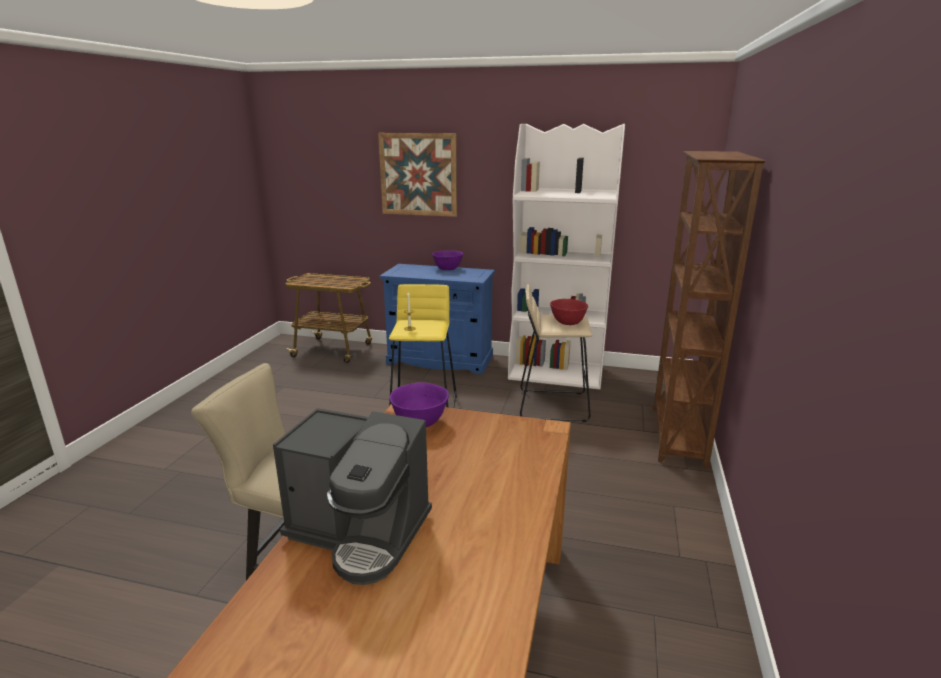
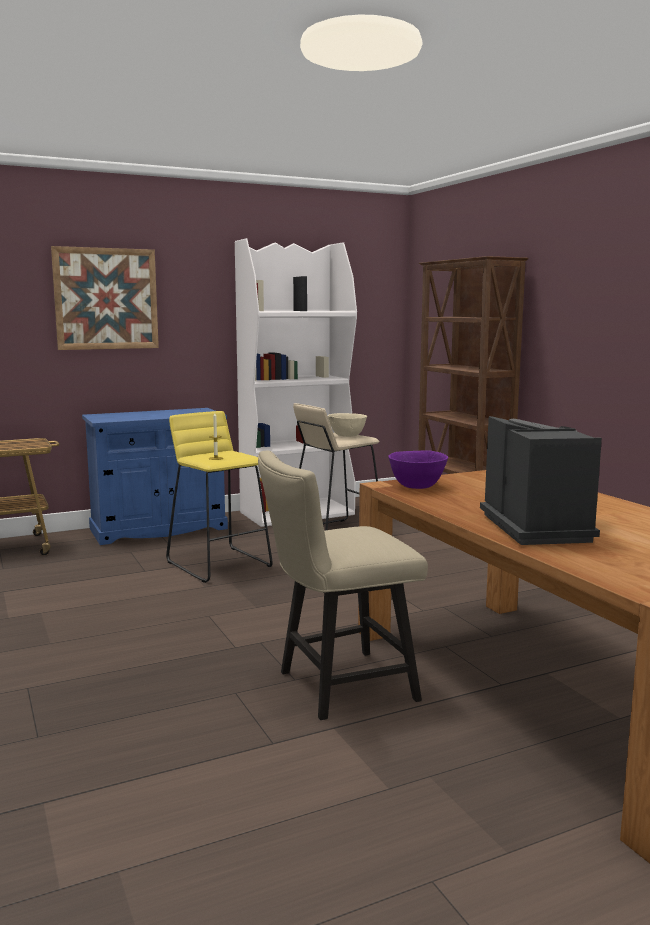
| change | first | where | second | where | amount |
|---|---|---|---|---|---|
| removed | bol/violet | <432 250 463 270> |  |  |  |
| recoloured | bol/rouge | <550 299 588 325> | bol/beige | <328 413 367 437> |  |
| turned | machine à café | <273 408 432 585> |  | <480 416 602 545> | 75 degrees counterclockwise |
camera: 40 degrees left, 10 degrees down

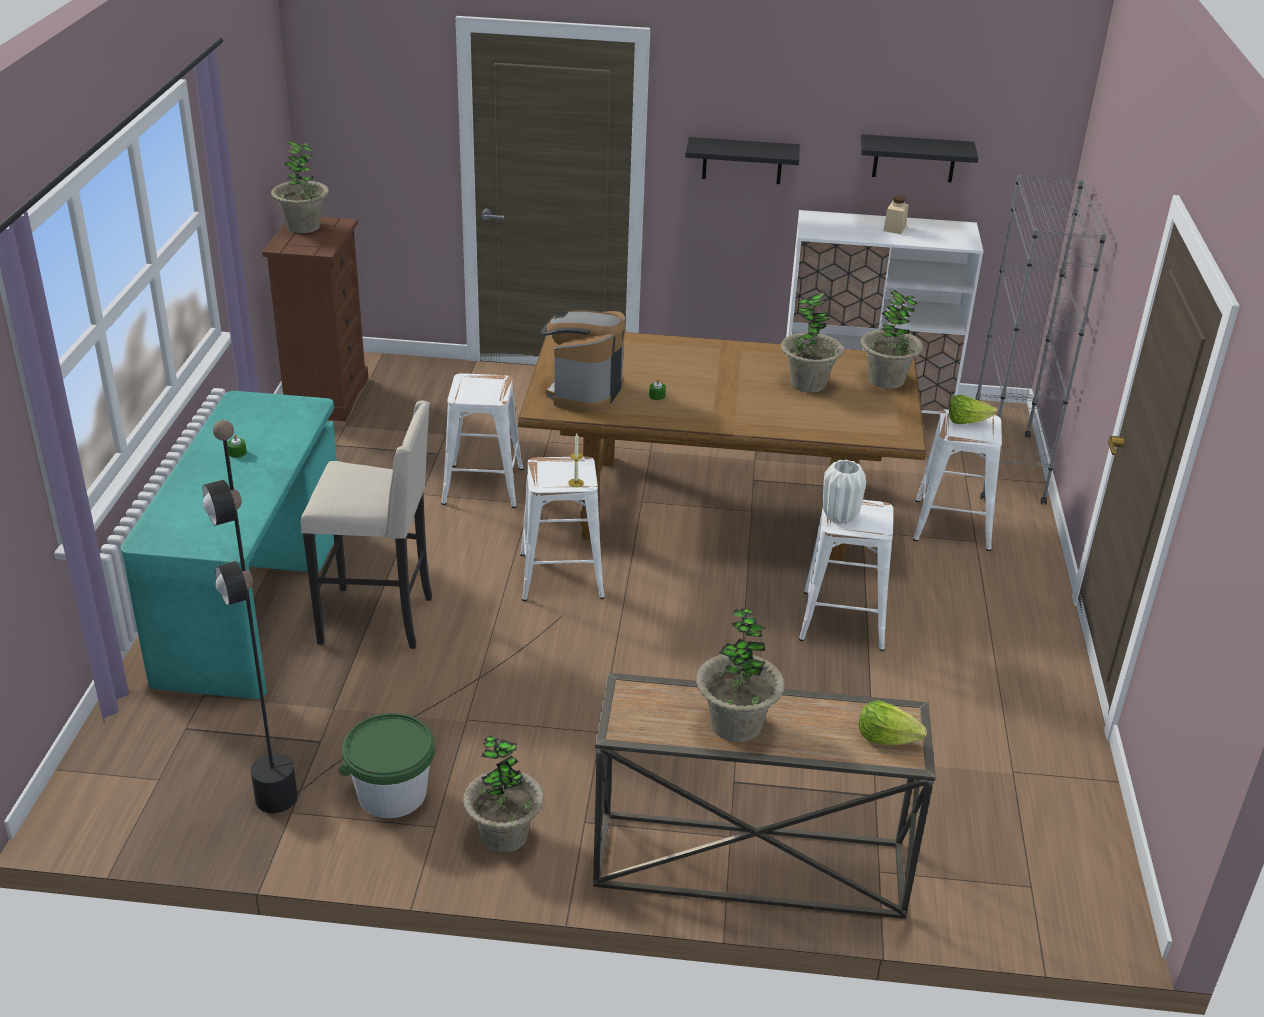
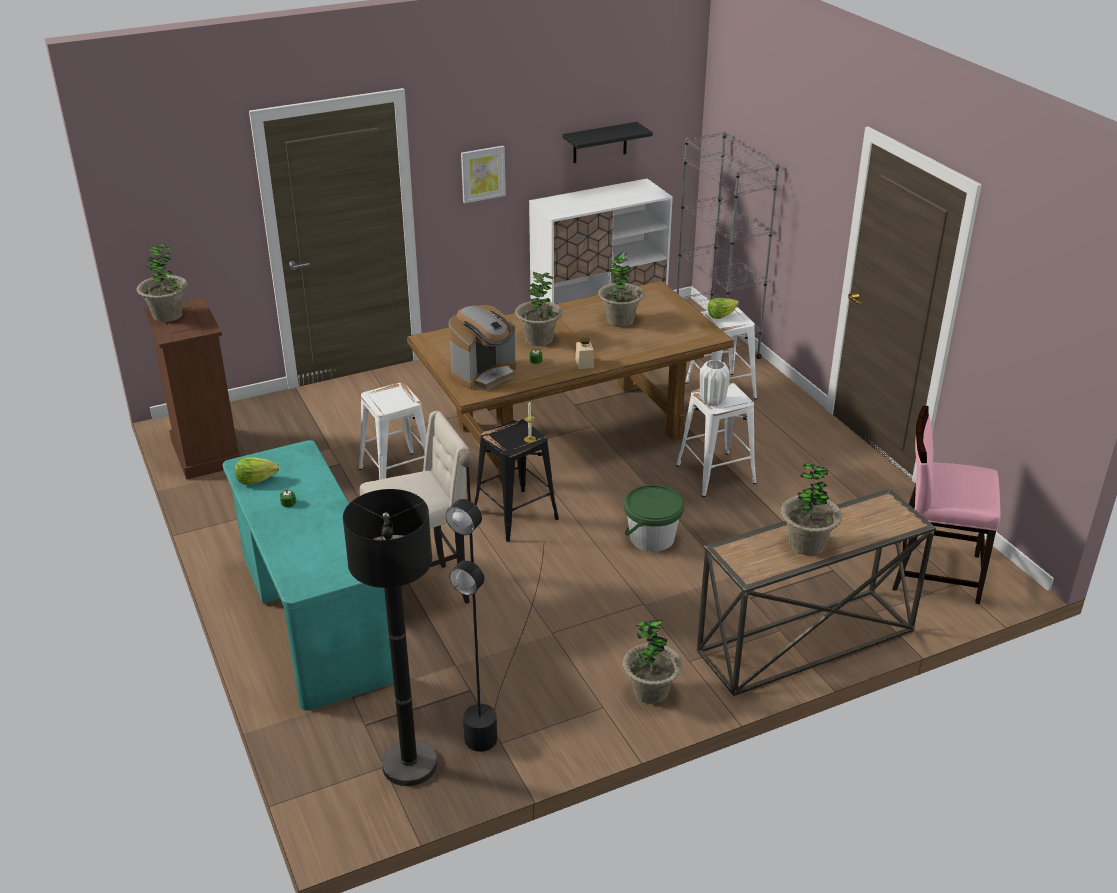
| change | first | where | second | where | amount |
|---|---|---|---|---|---|
| added |  |  | lampadaire/noir | <343 489 437 786> |  |
| added |  |  | chaise/rose | <892 406 1000 604> |  |
| moved | seau/vert | <338 713 435 818> |  | <624 485 684 552> |  |
| moved | laitue | <859 700 927 745> |  | <235 457 279 485> |  |
| moved | plante en pot | <860 290 923 389> |  | <515 272 563 346> |  |
| moved | bocal/beige | <883 196 909 234> |  | <575 337 594 369> |  |
| replaced | étagère/noir | <685 137 800 184> | tableau | <461 146 506 203> |  |
| recoloured | tabouret/blanc | <520 456 605 601> | tabouret/noir | <474 419 559 542> |  |
| turned | machine à café | <541 310 625 412> |  | <448 305 516 390> | 120 degrees counterclockwise |
camera: 30 degrees left, 0 degrees up

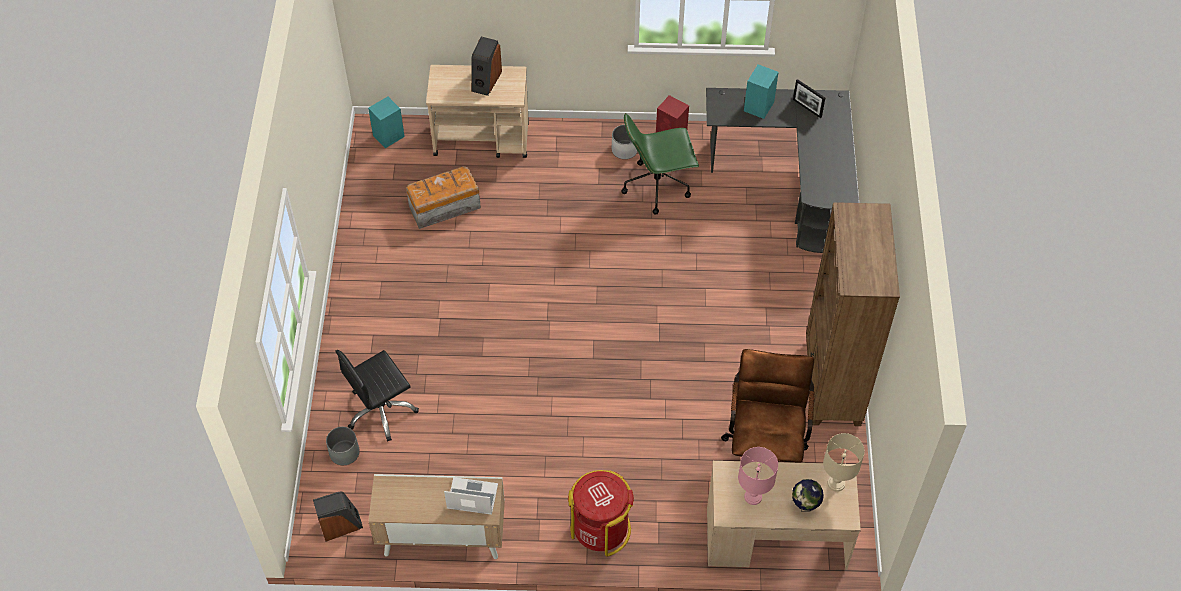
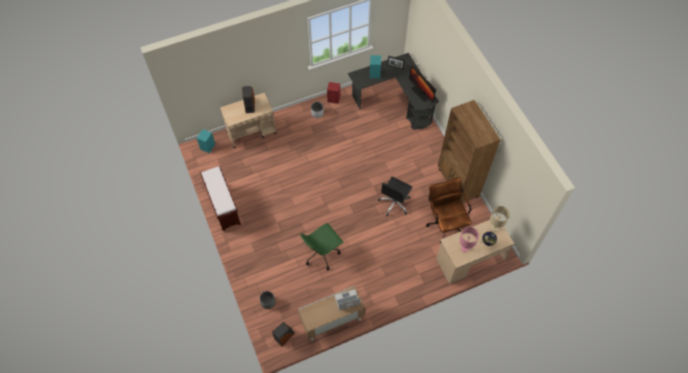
| change | first | where | second | where | amount |
|---|---|---|---|---|---|
| removed | boîte de rangement | <406 166 481 229> |  |  |  |
| removed | poubelle/rouge | <568 470 634 556> |  |  |  |
| added |  |  | banc/marron | <200 166 241 231> |  |
| added |  |  | écran d'ordinateur | <409 65 436 103> |  |
| moved | chaise de bureau/noir | <335 350 419 442> |  | <378 177 412 216> |  |
| moved | chaise de bureau/vert | <621 113 699 215> |  | <300 223 344 270> |  |
camera: 25 degrees left, 5 degrees up

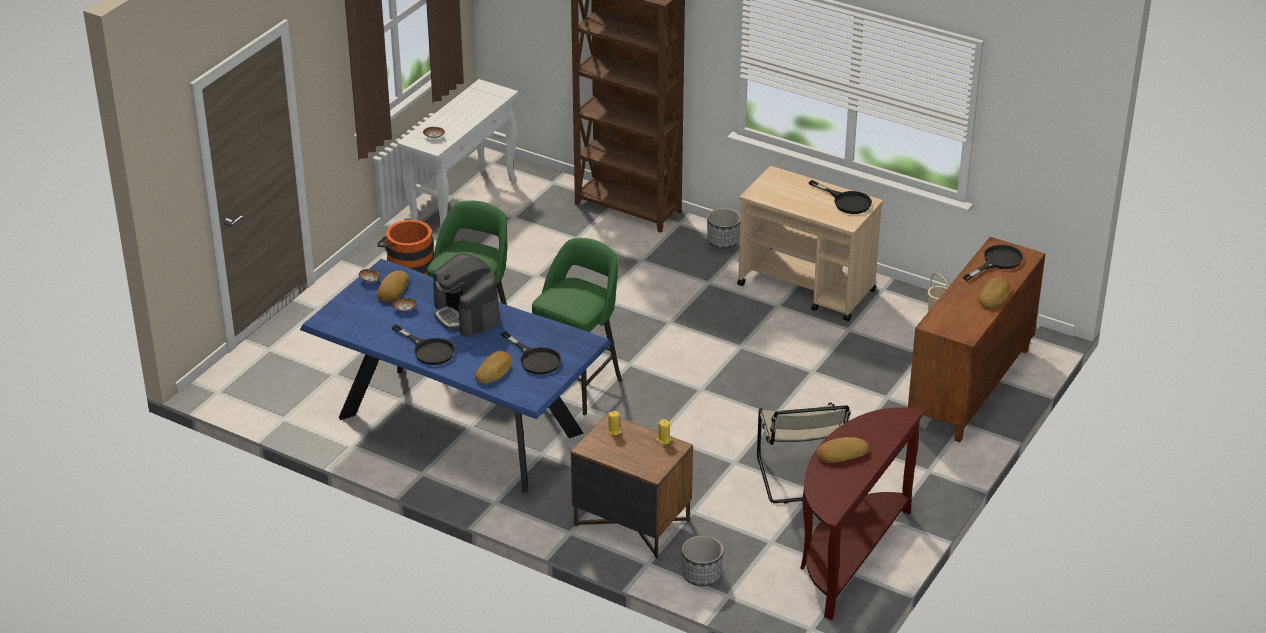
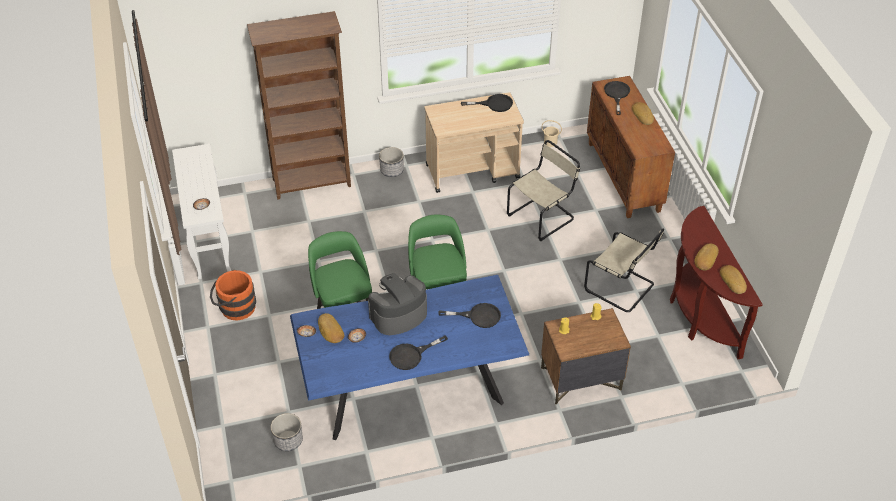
| change | first | where | second | where | amount |
|---|---|---|---|---|---|
| added |  |  | chaise/beige | <507 140 580 241> |  |
| moved | pain | <475 351 512 384> |  | <720 265 747 294> |  |
| moved | cache-pot | <682 535 723 586> |  | <271 413 303 451> |  |
| turned | poêle/noir | <392 324 455 365> |  | <389 336 448 370> | 150 degrees clockwise |
| turned | machine à café | <433 254 500 337> |  | <368 273 427 335> | 135 degrees clockwise |
camera: 45 degrees left, 10 degrees up

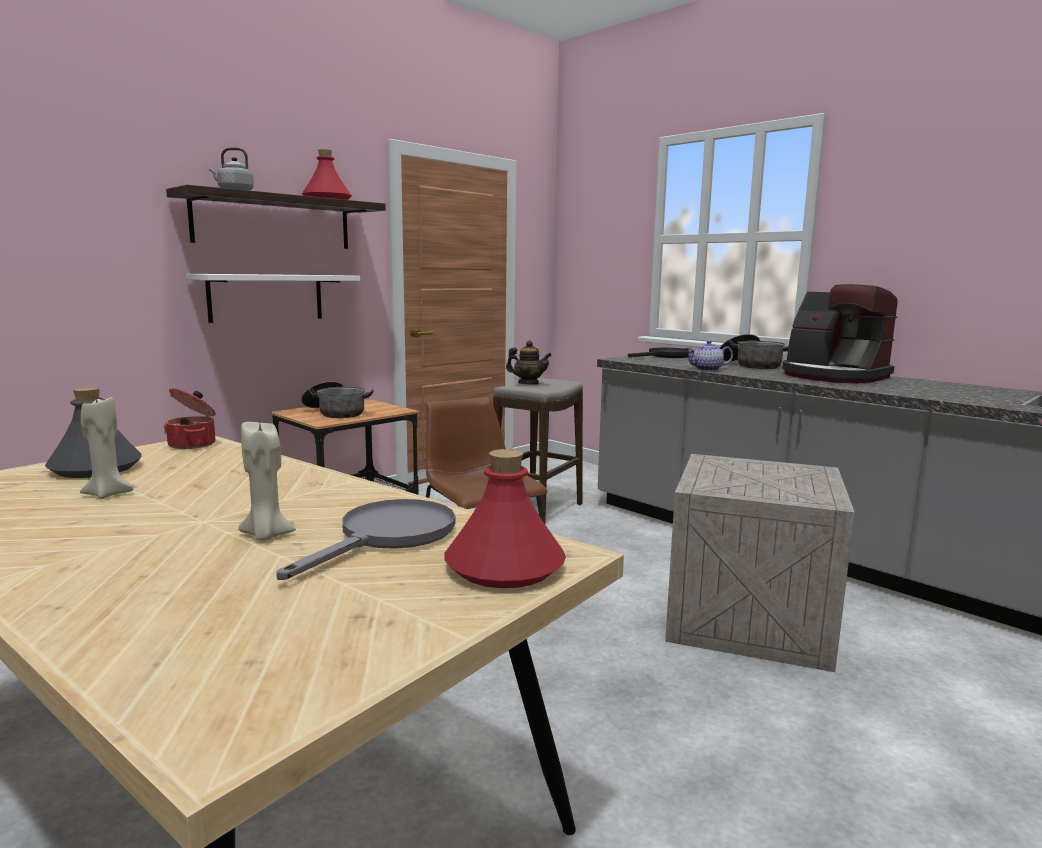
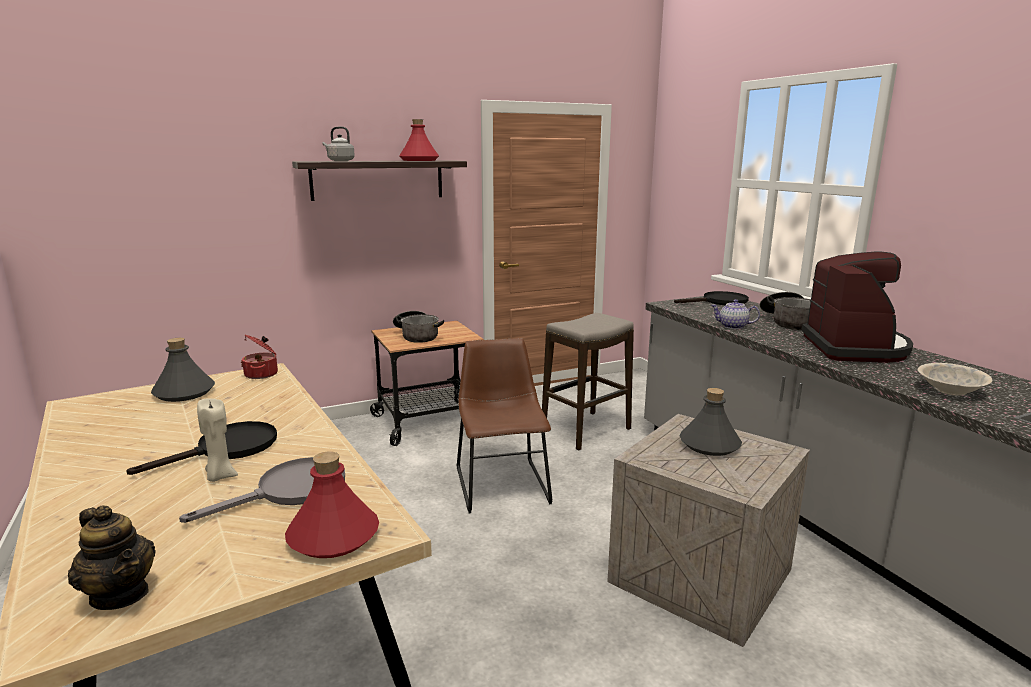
| change | first | where | second | where | amount |
|---|---|---|---|---|---|
| removed | bougie/beige | <80 397 133 499> |  |  |  |
| removed | étagère/blanc | <186 274 360 323> |  |  |  |
| added |  |  | poêle/noir | <126 421 277 475> |  |
| added |  |  | bouteille/gris | <680 388 742 456> |  |
| added |  |  | bol/beige | <918 363 993 396> |  |
| moved | théière | <506 341 552 385> |  | <68 505 156 610> |  |
| turned | machine à café | <782 284 897 384> |  | <802 251 913 363> | 150 degrees counterclockwise |
camera: 20 degrees right, 5 degrees up

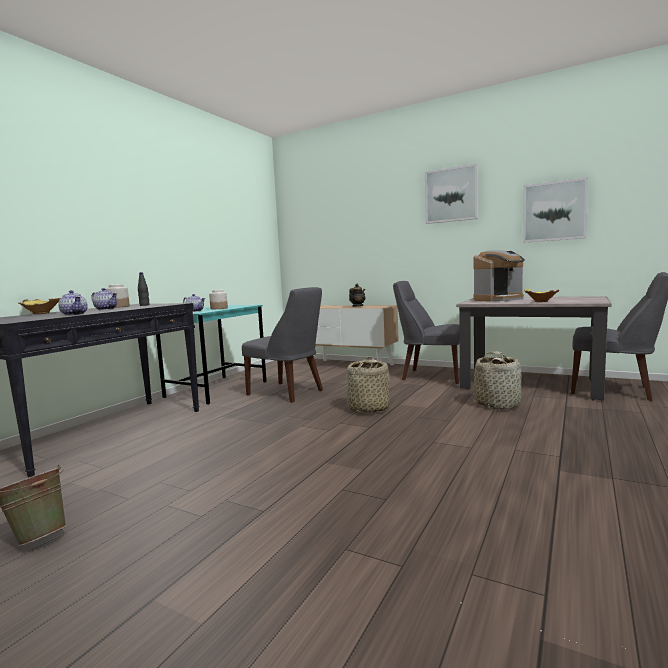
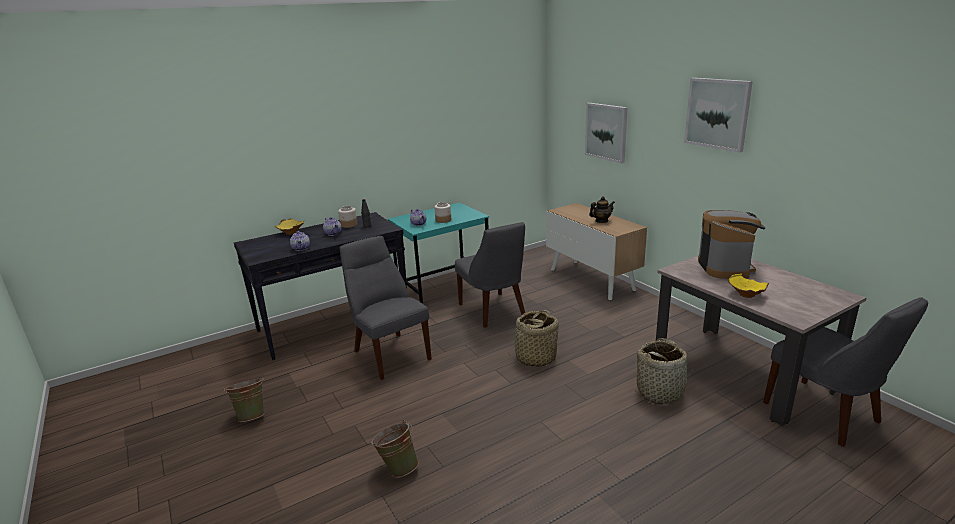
| change | first | where | second | where | amount |
|---|---|---|---|---|---|
| added |  |  | seau/vert | <371 420 419 478> |  |
| moved | chaise/gris | <393 281 460 384> |  | <340 236 432 380> |  |
| moved | tableau | <523 177 588 243> |  | <585 103 628 164> |  |
| turned | machine à café | <473 250 525 302> |  | <698 210 765 279> | 90 degrees counterclockwise |
camera: 30 degrees right, 15 degrees up

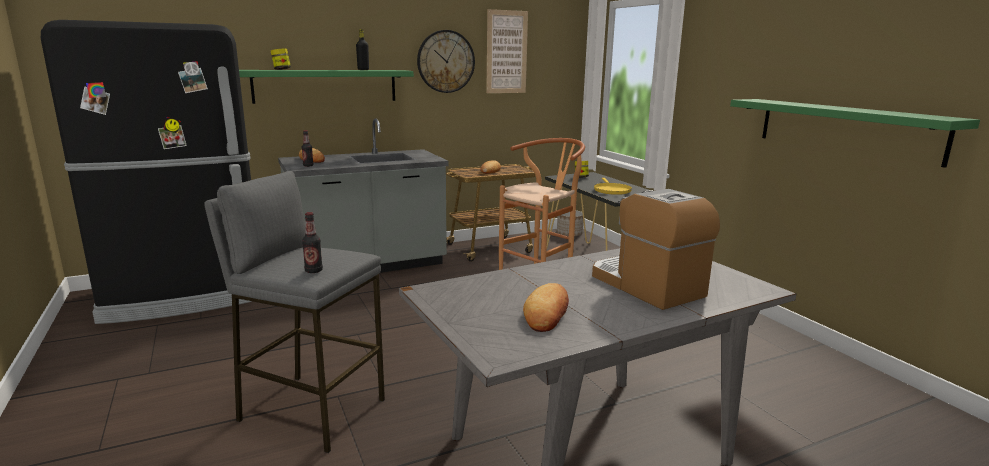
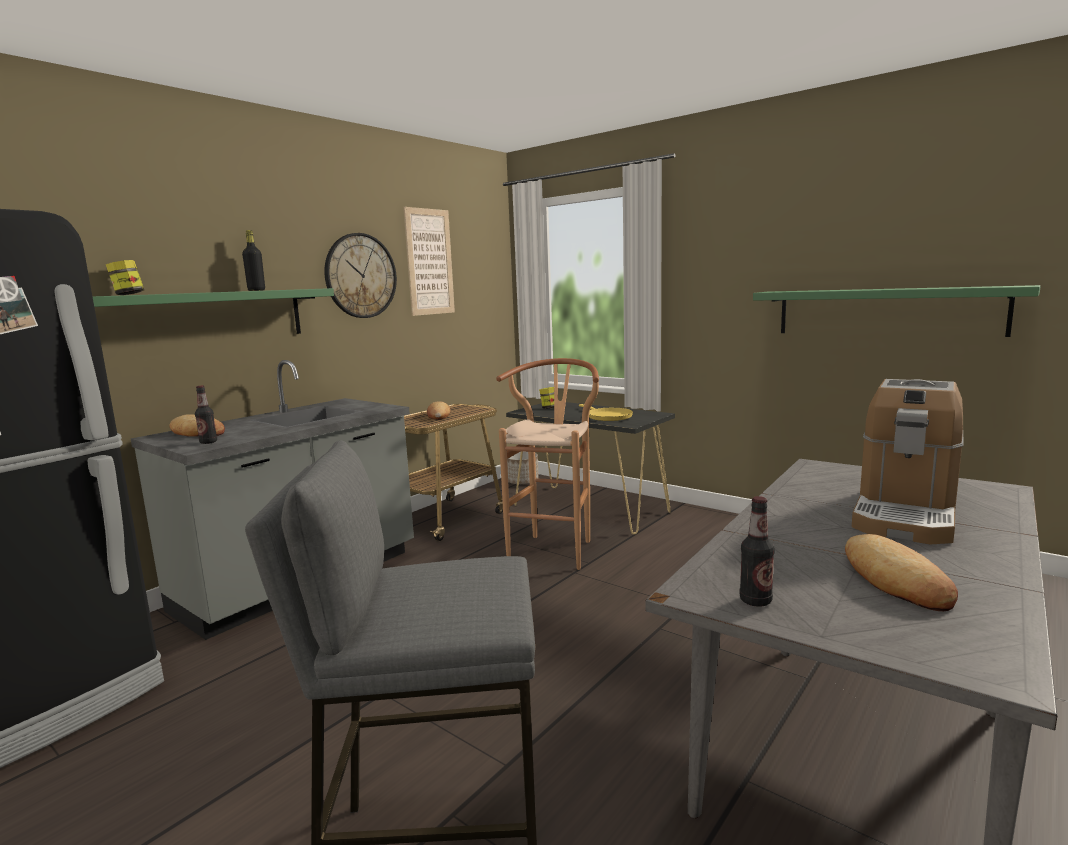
| change | first | where | second | where | amount |
|---|---|---|---|---|---|
| moved | bouteille | <302 212 323 273> |  | <739 496 775 607> |  |
| turned | machine à café | <592 189 720 310> |  | <852 379 964 544> | 90 degrees counterclockwise |
camera: 25 degrees left, 5 degrees down

